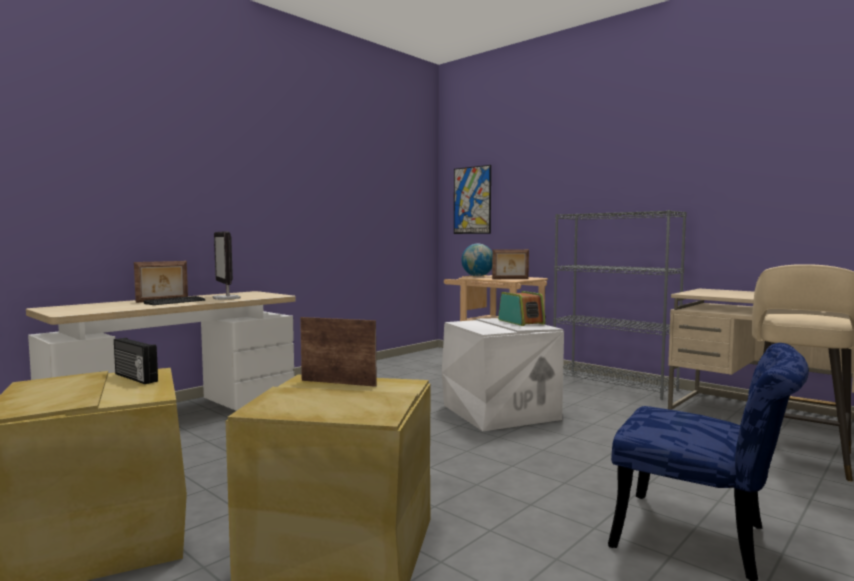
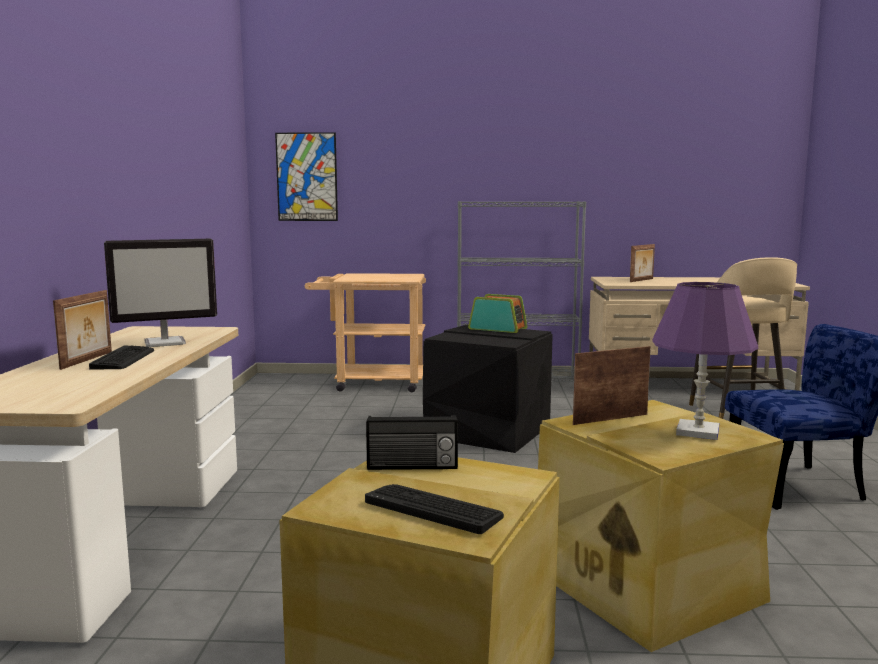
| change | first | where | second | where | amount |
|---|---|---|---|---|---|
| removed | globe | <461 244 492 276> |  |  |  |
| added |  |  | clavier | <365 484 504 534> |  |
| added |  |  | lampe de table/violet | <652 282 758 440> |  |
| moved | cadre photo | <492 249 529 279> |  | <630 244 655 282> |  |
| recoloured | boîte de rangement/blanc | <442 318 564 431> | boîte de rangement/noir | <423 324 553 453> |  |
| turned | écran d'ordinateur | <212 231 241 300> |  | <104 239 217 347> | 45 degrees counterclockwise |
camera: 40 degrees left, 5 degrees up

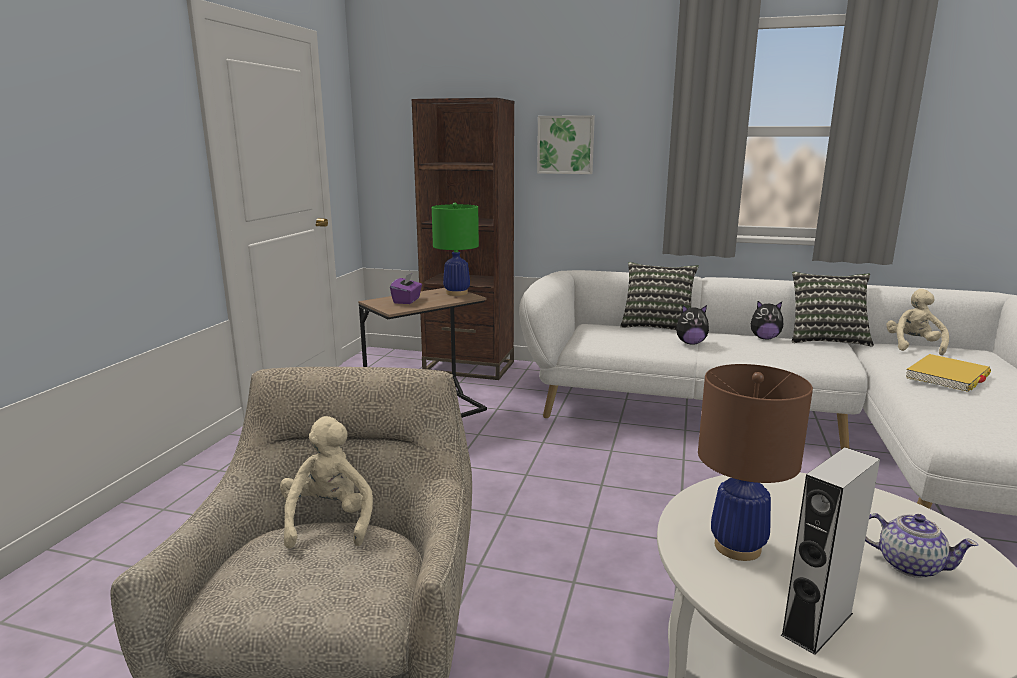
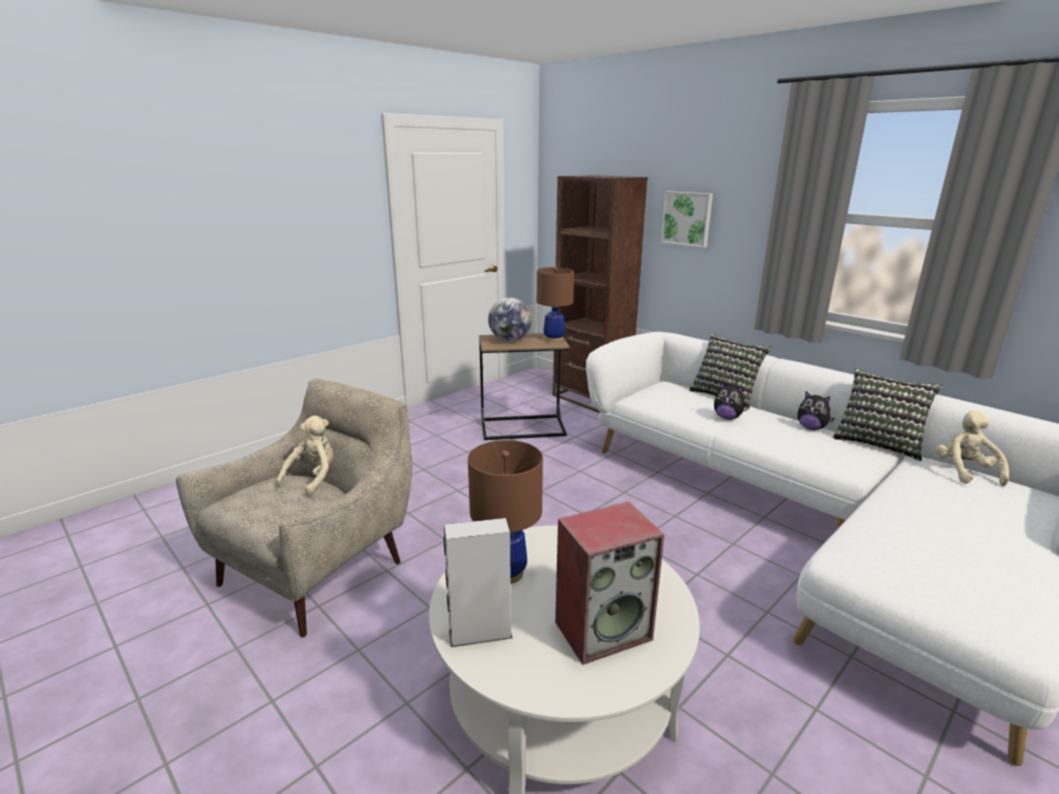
| change | first | where | second | where | amount |
|---|---|---|---|---|---|
| removed | livre/jaune | <906 354 991 392> |  |  |  |
| replaced | boîte à mouchoirs/violet | <390 272 422 304> | globe | <488 297 532 341> |  |
| replaced | théière | <865 513 978 578> | enceinte | <555 502 665 665> |  |
| recoloured | lampe de table/vert | <432 203 479 296> | lampe de table/marron | <537 267 574 342> |  |
| turned | peluche/beige | <886 289 949 356> |  | <936 410 1009 486> | 45 degrees counterclockwise |
camera: 30 degrees right, 5 degrees up

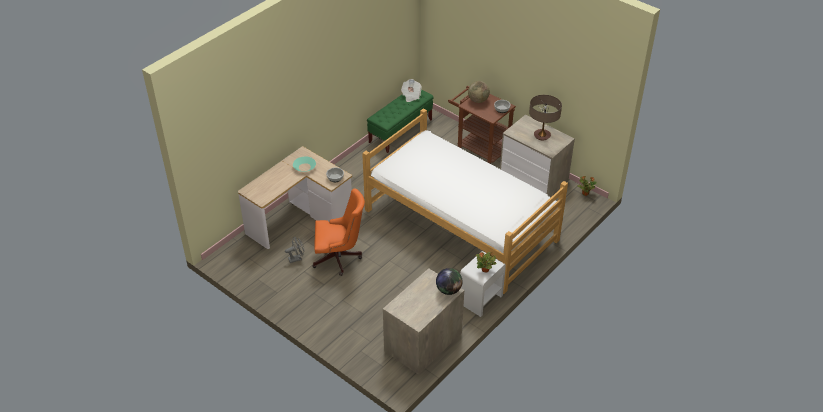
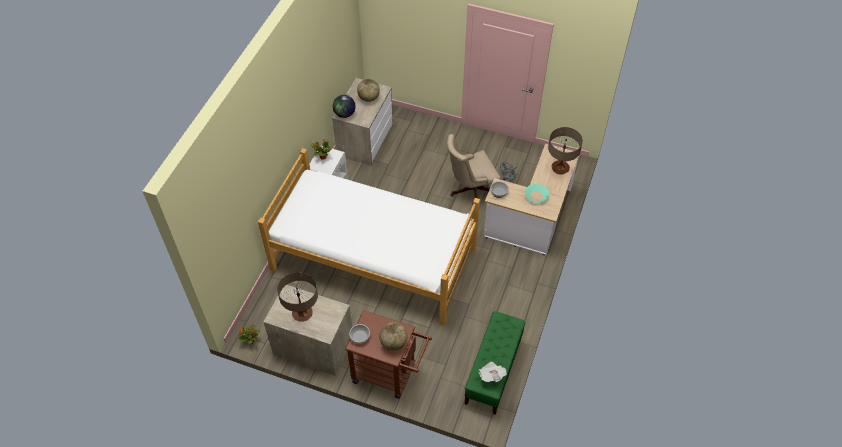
| change | first | where | second | where | amount |
|---|---|---|---|---|---|
| added |  |  | globe | <357 79 380 102> |  |
| added |  |  | lampe de table | <548 127 583 174> |  |
| recoloured | chaise de bureau/orange | <313 188 365 276> | chaise de bureau/beige | <447 134 501 198> |  |
camera: 160 degrees right, 10 degrees up

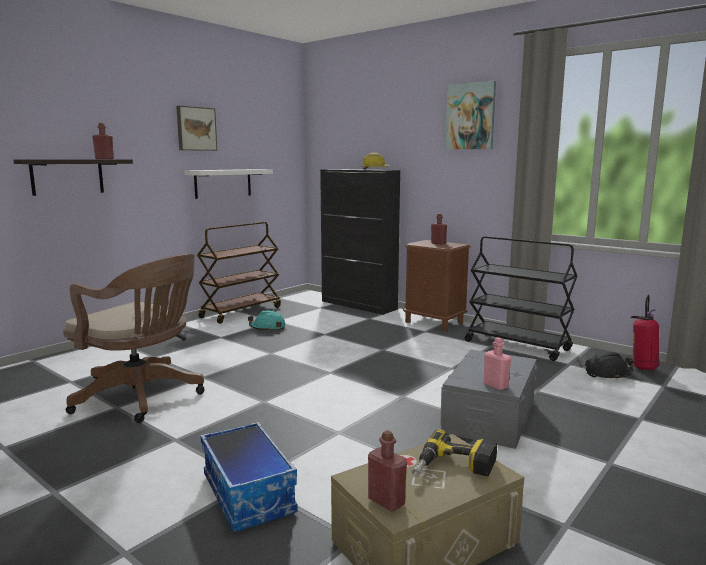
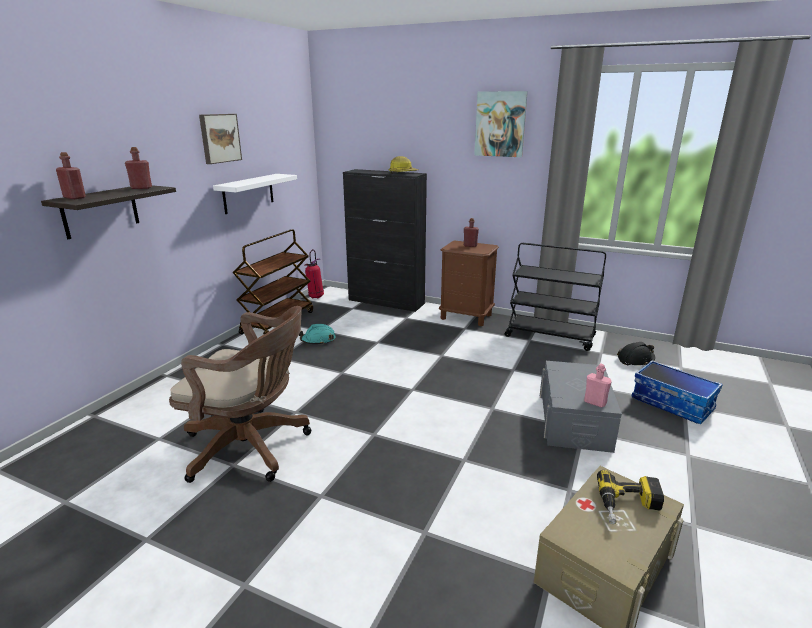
| change | first | where | second | where | amount |
|---|---|---|---|---|---|
| moved | boîte de rangement | <200 422 298 532> |  | <632 360 723 424> |  |
| moved | bouteille/rouge | <368 430 407 512> |  | <56 152 86 199> |  |
| moved | extincteur | <631 294 659 371> |  | <305 249 324 298> |  |
camera: 15 degrees left, 10 degrees up

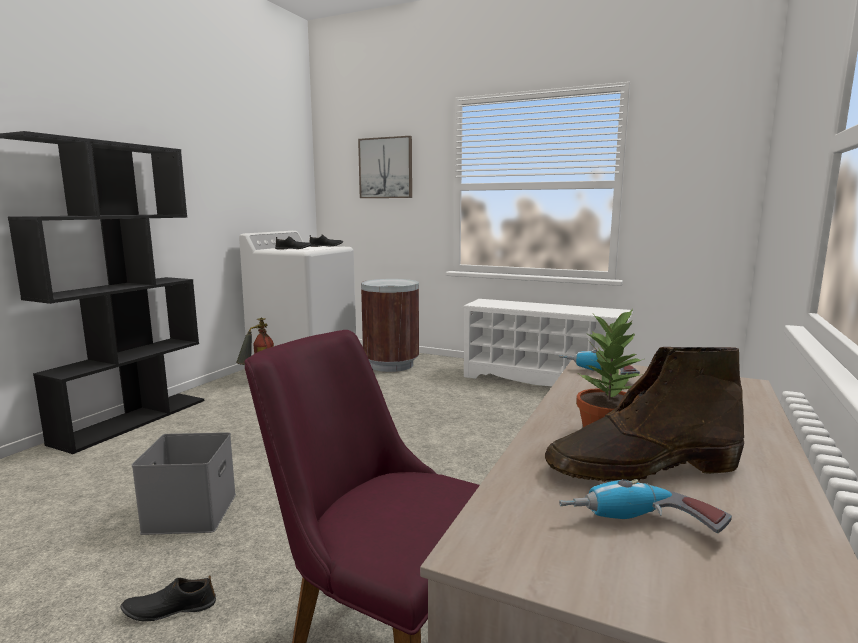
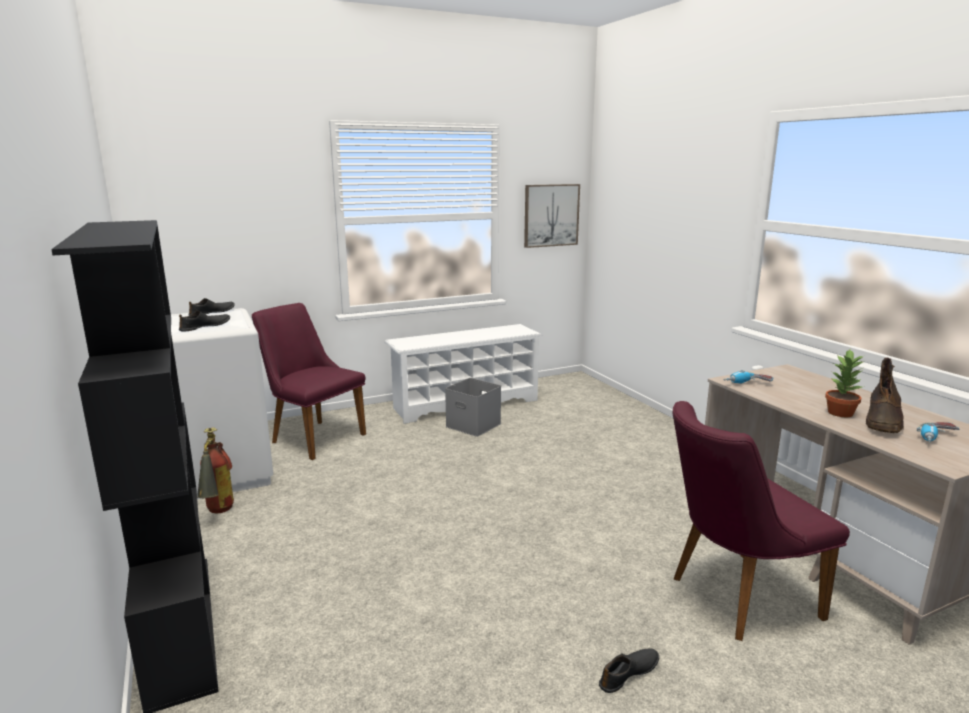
| change | first | where | second | where | amount |
|---|---|---|---|---|---|
| moved | boîte de rangement/gris | <132 432 236 535> |  | <445 378 501 437> |  |
| moved | tableau | <358 136 412 198> |  | <524 184 580 248> |  |
| replaced | poubelle/marron | <361 279 419 372> | chaise/violet | <252 303 366 460> |  |
| turned | chaussure/noir | <121 576 216 621> |  | <599 649 659 693> | 150 degrees counterclockwise |
camera: 50 degrees left, 5 degrees up

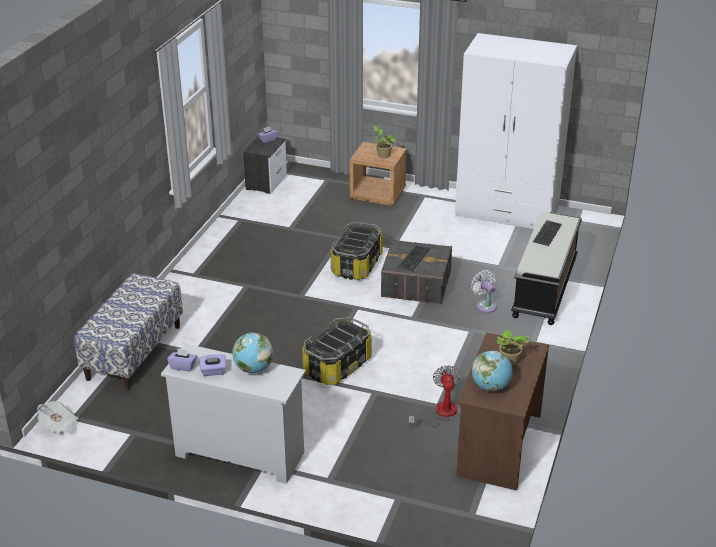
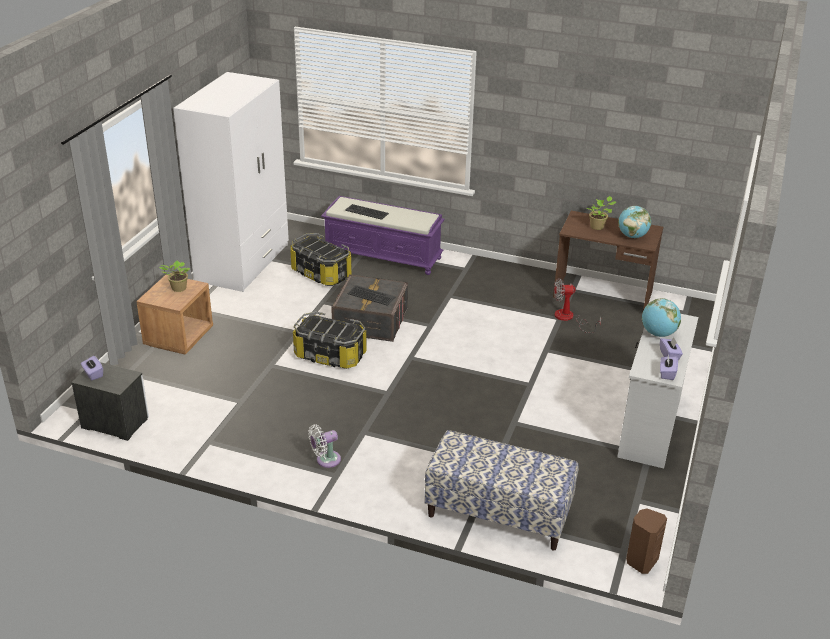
| change | first | where | second | where | amount |
|---|---|---|---|---|---|
| moved | boîte de rangement | <302 317 372 385> |  | <290 233 352 286> |  |
| moved | ventilateur/blanc | <471 270 497 313> |  | <308 425 341 468> |  |
| replaced | journal | <37 401 79 435> | enceinte/marron | <626 508 667 574> |  |
| recoloured | banc/noir | <511 212 582 325> | banc/violet | <321 196 445 275> |  |
camera: 90 degrees left, 0 degrees up

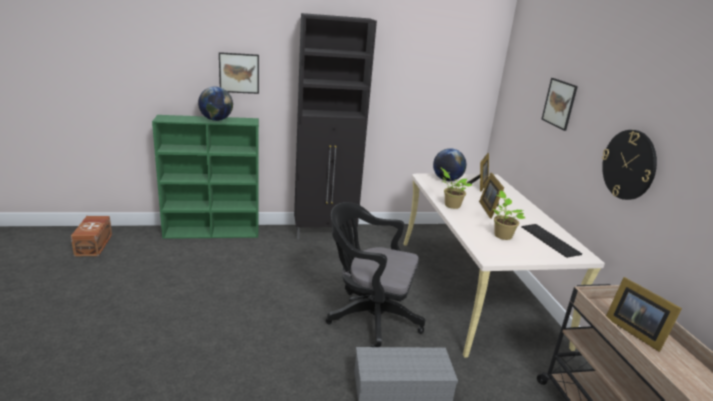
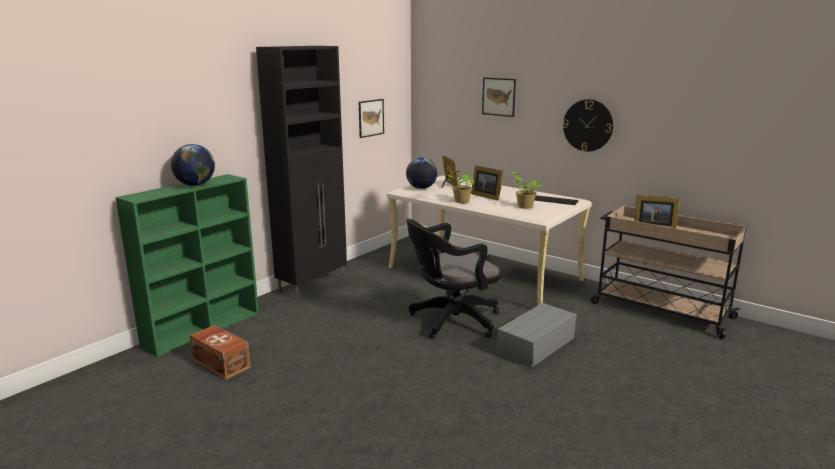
| change | first | where | second | where | amount |
|---|---|---|---|---|---|
| moved | boîte de rangement/marron | <71 216 112 256> |  | <189 325 251 380> |  |
| moved | tableau | <219 52 259 94> |  | <359 99 384 138> |  |
camera: 40 degrees left, 5 degrees down

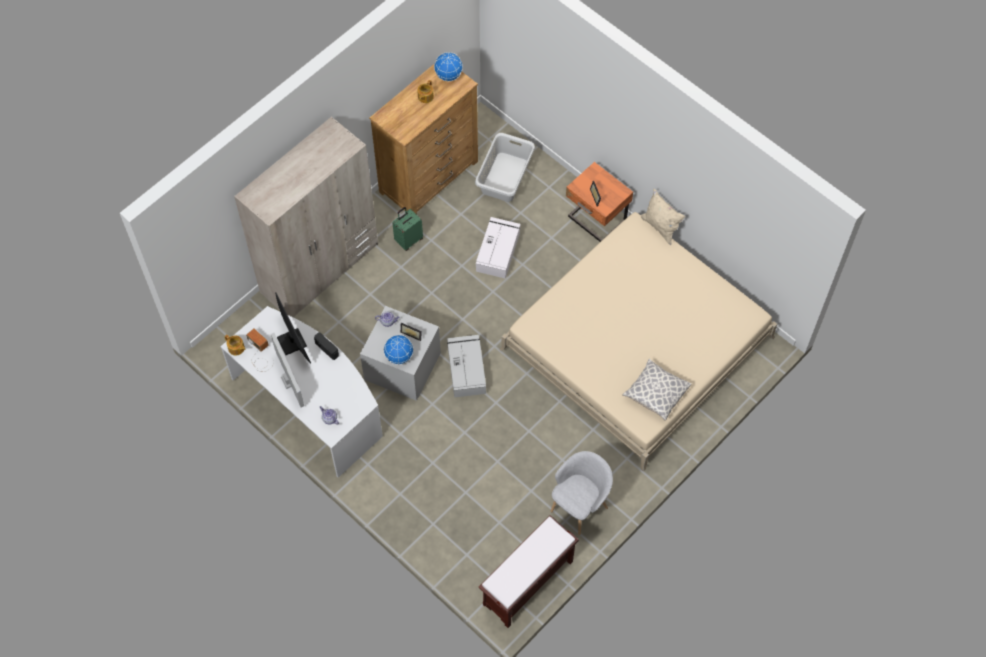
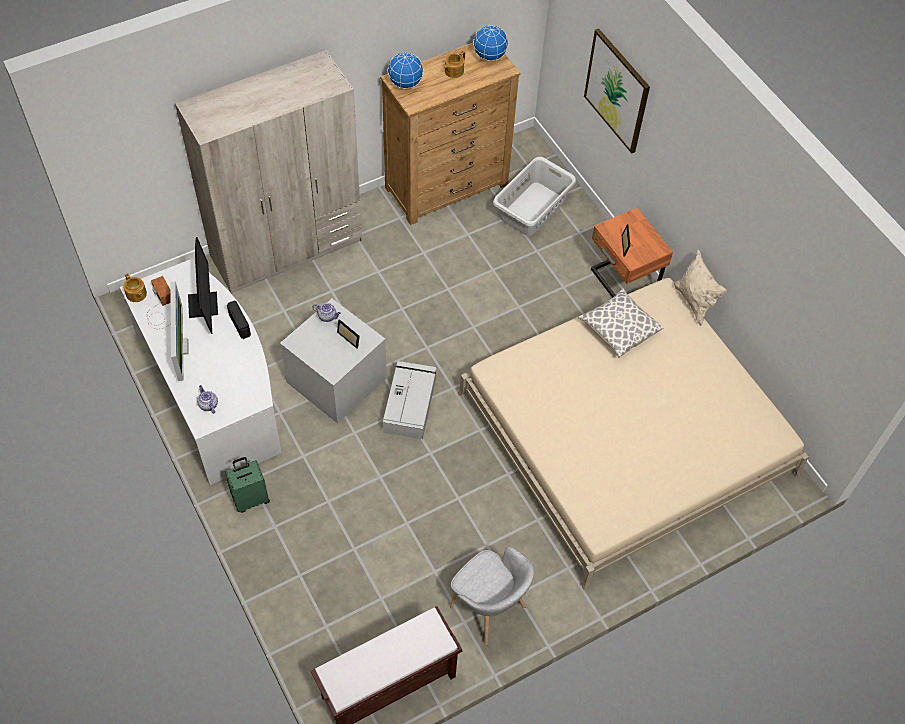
| change | first | where | second | where | amount |
|---|---|---|---|---|---|
| removed | boîte de rangement/blanc | <476 217 521 279> |  |  |  |
| added |  |  | tableau | <584 28 650 154> |  |
| moved | globe | <383 335 414 365> |  | <388 53 424 89> |  |
| moved | valise/vert | <392 207 423 251> |  | <225 457 270 513> |  |
| moved | coussin | <622 359 692 421> |  | <578 288 664 358> |  |
| turned | fauteuil/gris | <551 451 613 535> |  | <450 547 534 646> | 75 degrees clockwise |
camera: 15 degrees right, 5 degrees down

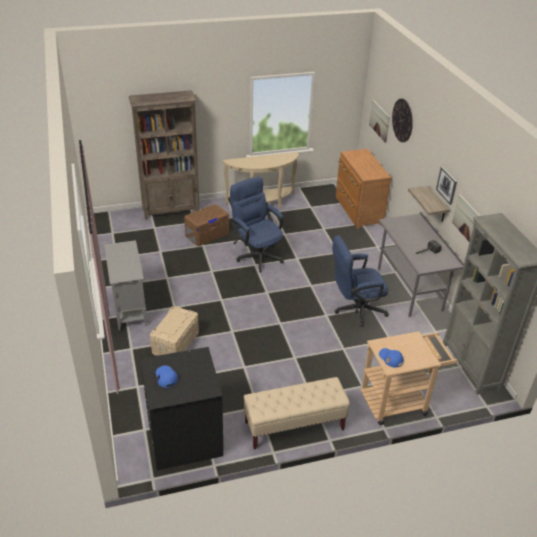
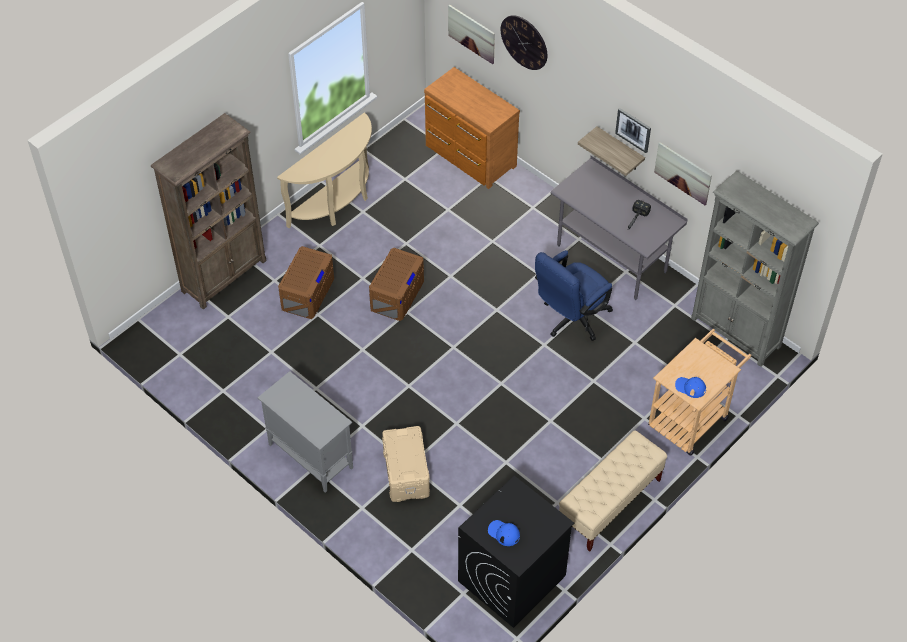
| change | first | where | second | where | amount |
|---|---|---|---|---|---|
| replaced | chaise de bureau/bleu | <230 176 284 272> | boîte de rangement/marron | <369 248 424 321> |  |
camera: 30 degrees left, 15 degrees up

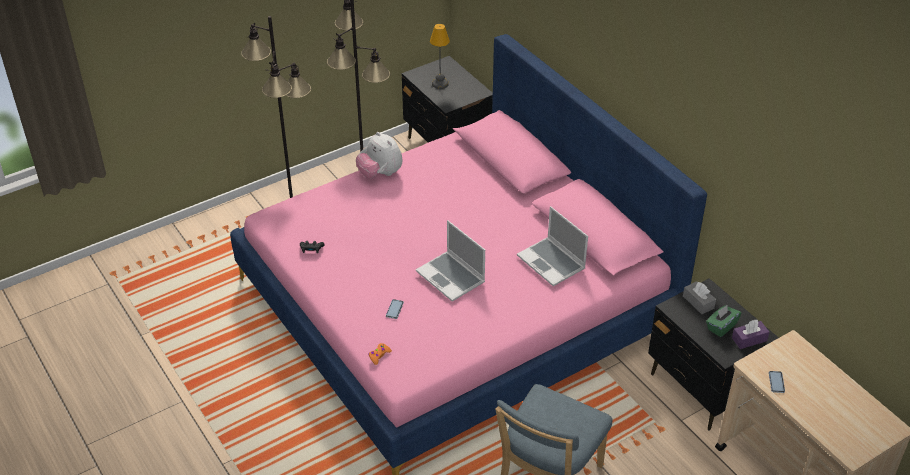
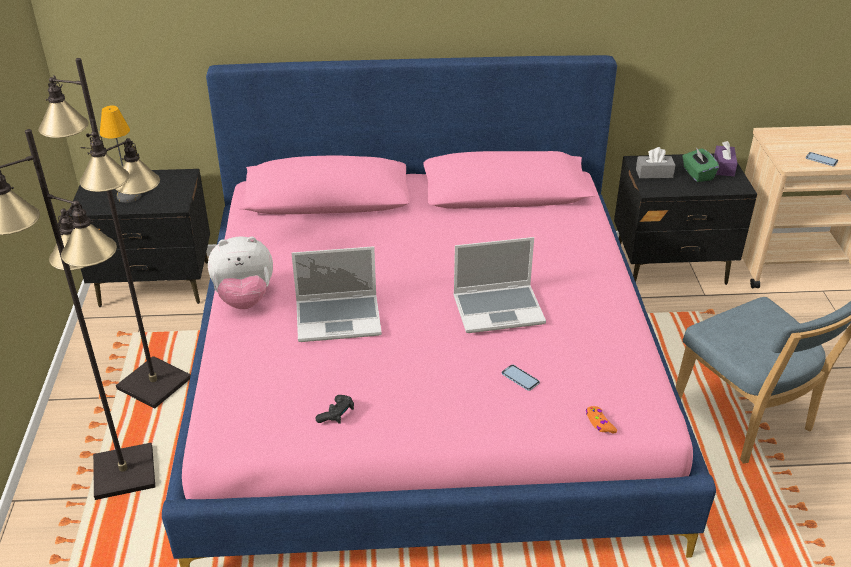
| change | first | where | second | where | amount |
|---|---|---|---|---|---|
| moved | ordinateur portable | <517 206 588 286> |  | <291 246 382 342> |  |
camera: 60 degrees left, 5 degrees down

